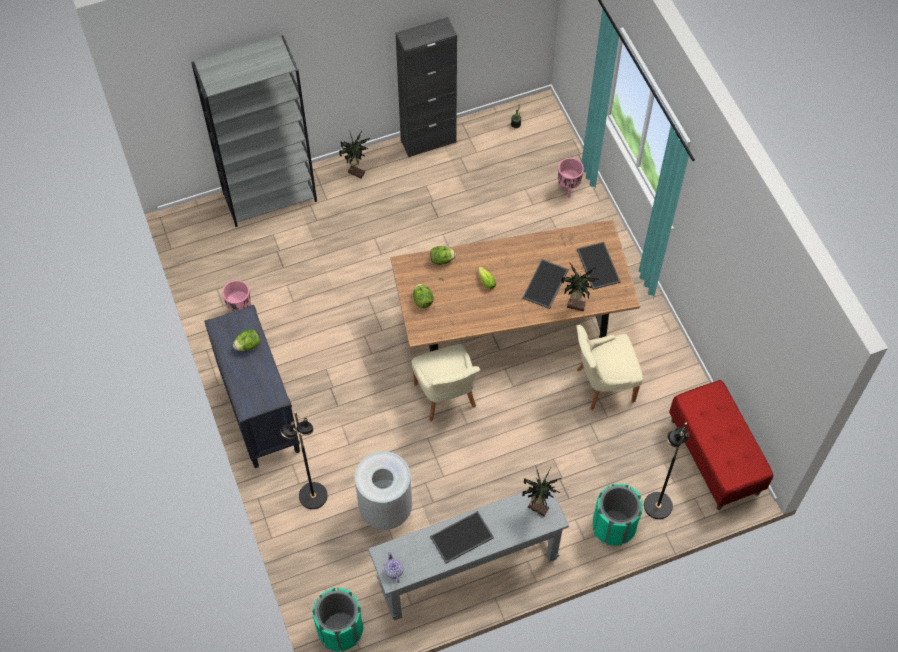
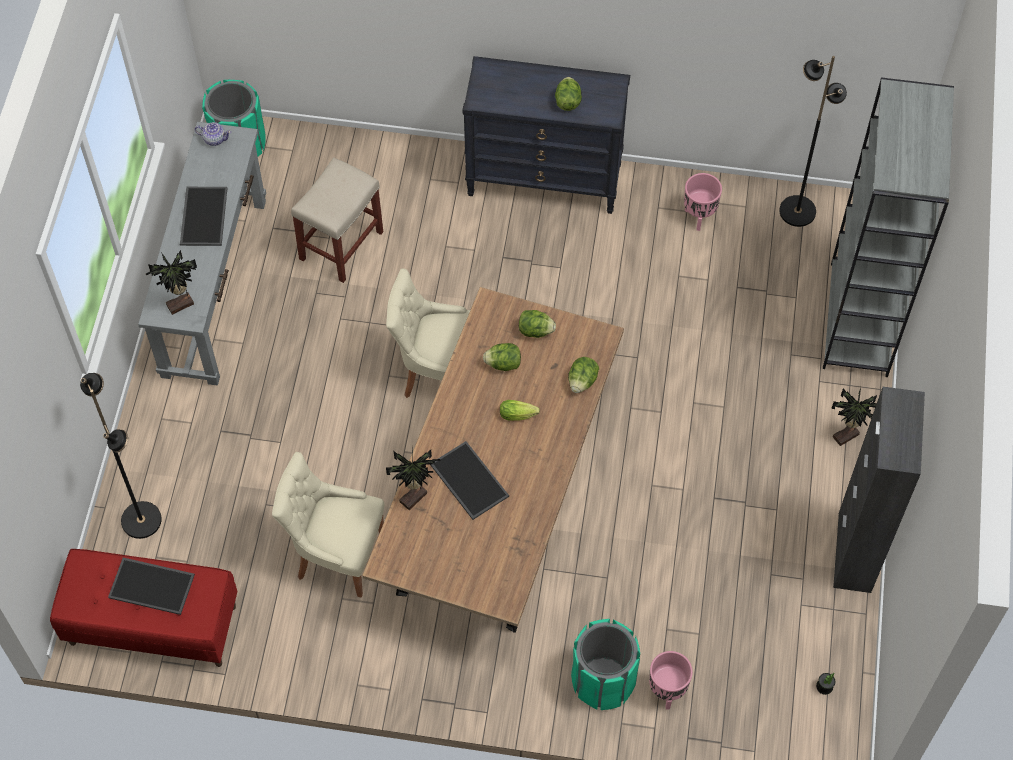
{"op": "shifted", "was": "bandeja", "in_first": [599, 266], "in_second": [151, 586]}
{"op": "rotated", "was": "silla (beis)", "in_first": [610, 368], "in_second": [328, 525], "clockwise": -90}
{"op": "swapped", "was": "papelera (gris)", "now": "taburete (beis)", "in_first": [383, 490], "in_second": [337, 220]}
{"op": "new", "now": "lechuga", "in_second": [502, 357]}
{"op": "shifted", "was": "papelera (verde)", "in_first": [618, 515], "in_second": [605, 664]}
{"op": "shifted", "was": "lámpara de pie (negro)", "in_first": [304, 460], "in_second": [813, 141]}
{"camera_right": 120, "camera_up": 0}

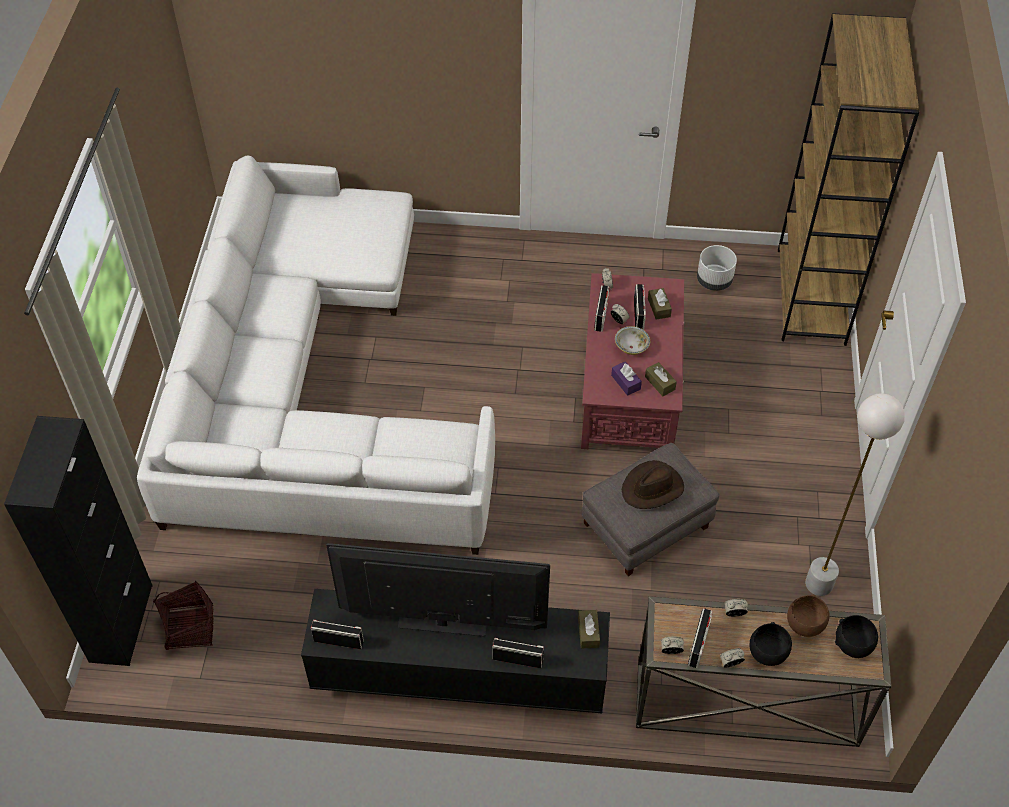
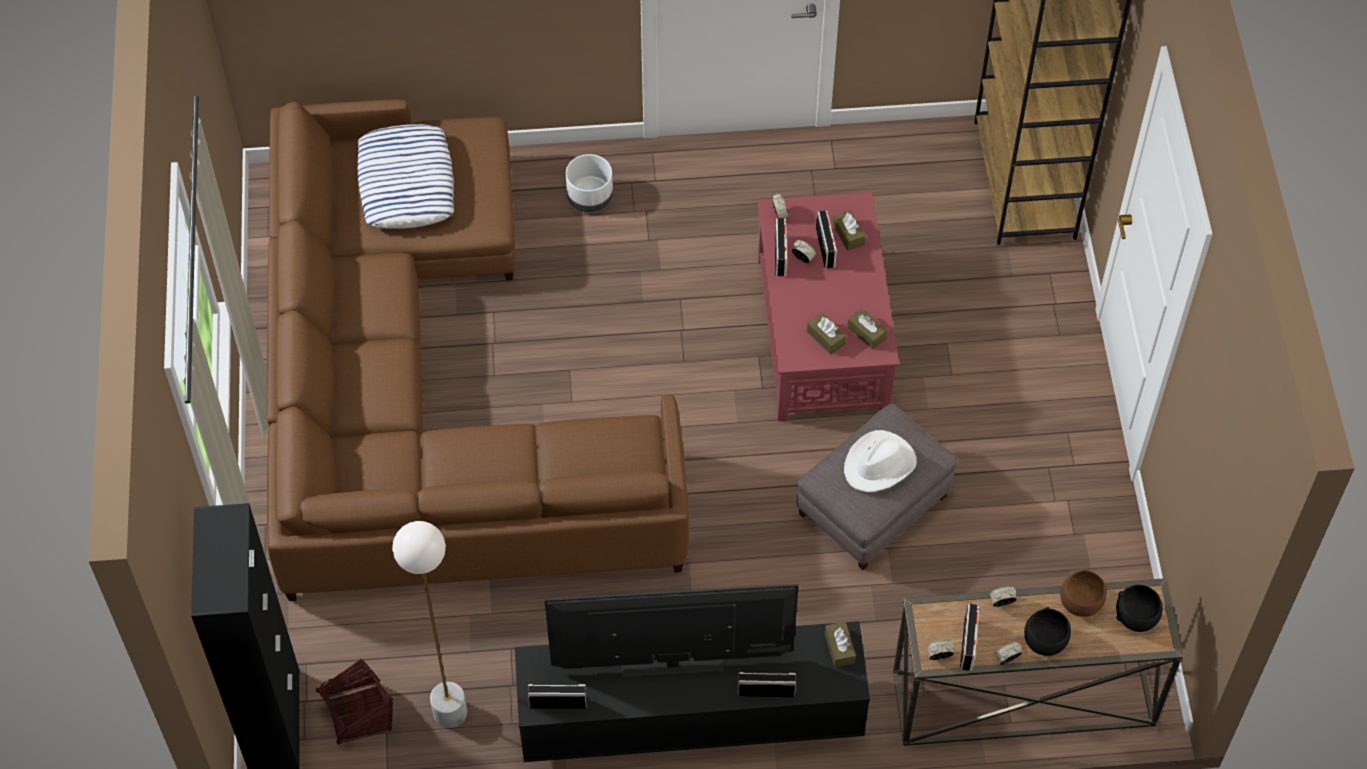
{"op": "repainted", "was": "sofá (blanco)", "now": "sofá (marrón)", "in_first": [316, 355], "in_second": [478, 350]}
{"op": "new", "now": "cojín", "in_second": [405, 176]}
{"op": "shifted", "was": "lámpara de pie (blanco)", "in_first": [855, 494], "in_second": [429, 624]}
{"op": "shifted", "was": "maceta (blanco)", "in_first": [717, 268], "in_second": [589, 183]}
{"op": "repainted", "was": "caja de pañuelos (morado)", "now": "caja de pañuelos (marrón)", "in_first": [626, 378], "in_second": [826, 334]}
{"op": "repainted", "was": "sombrero (marrón)", "now": "sombrero (blanco)", "in_first": [653, 484], "in_second": [880, 461]}
{"op": "gone", "was": "cuenco", "in_first": [632, 340]}
{"camera_right": -10, "camera_up": 5}

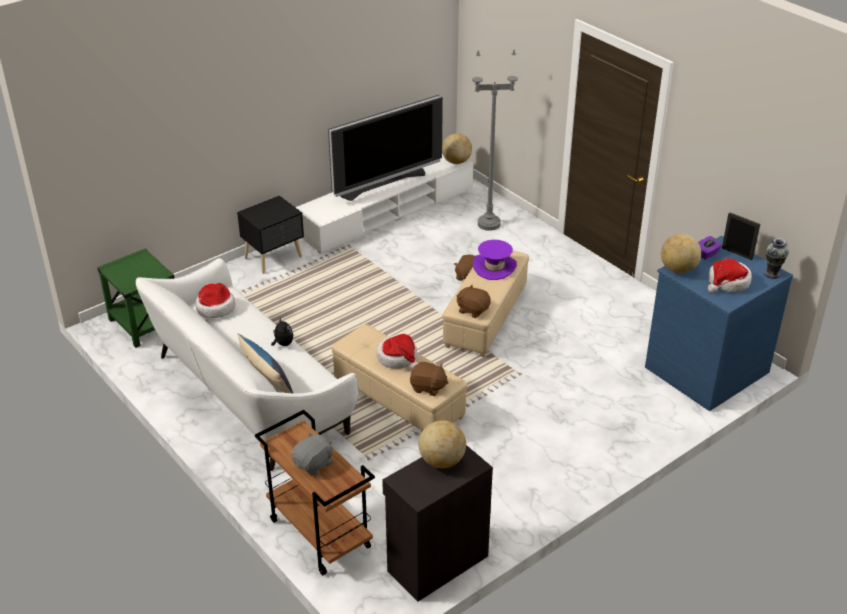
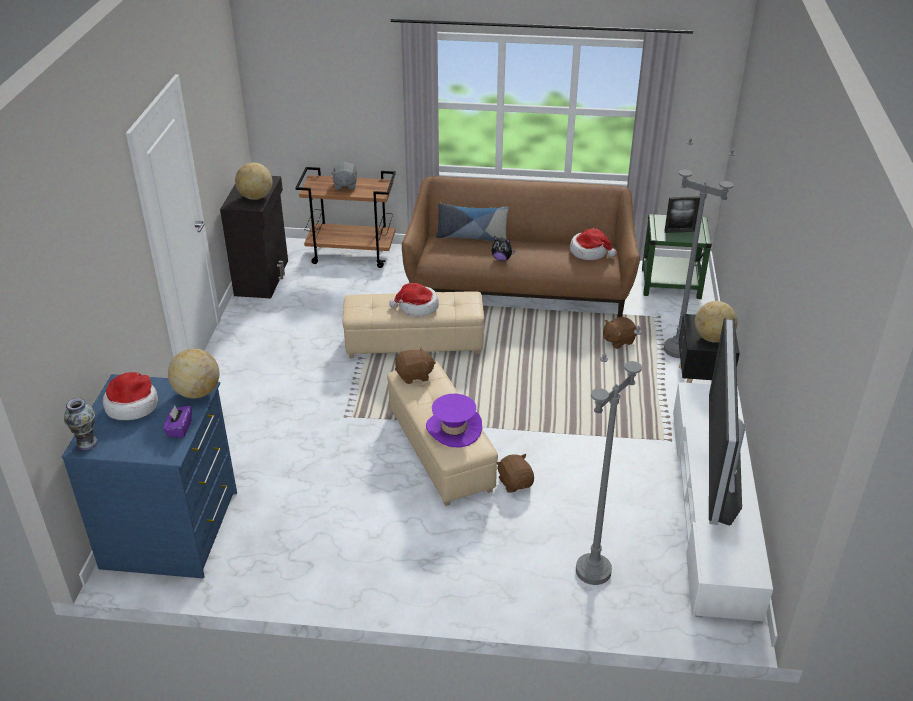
{"op": "repainted", "was": "sofá (blanco)", "now": "sofá (marrón)", "in_first": [247, 364], "in_second": [521, 246]}
{"op": "shifted", "was": "peluche (marrón)", "in_first": [429, 379], "in_second": [620, 333]}
{"op": "new", "now": "lámpara de pie (gris)", "in_second": [699, 248]}
{"op": "shifted", "was": "portarretratos", "in_first": [741, 236], "in_second": [682, 214]}
{"op": "shifted", "was": "globo terráqueo", "in_first": [457, 148], "in_second": [716, 322]}
{"camera_right": 135, "camera_up": 0}

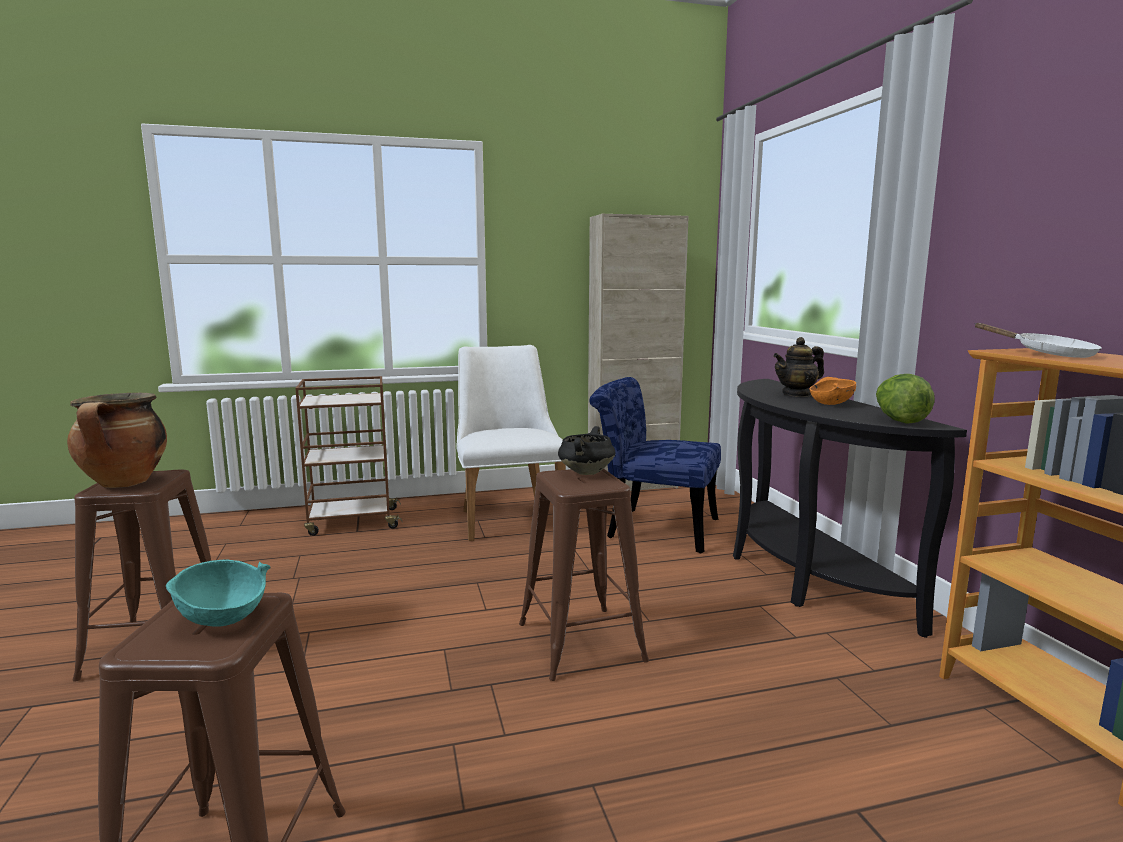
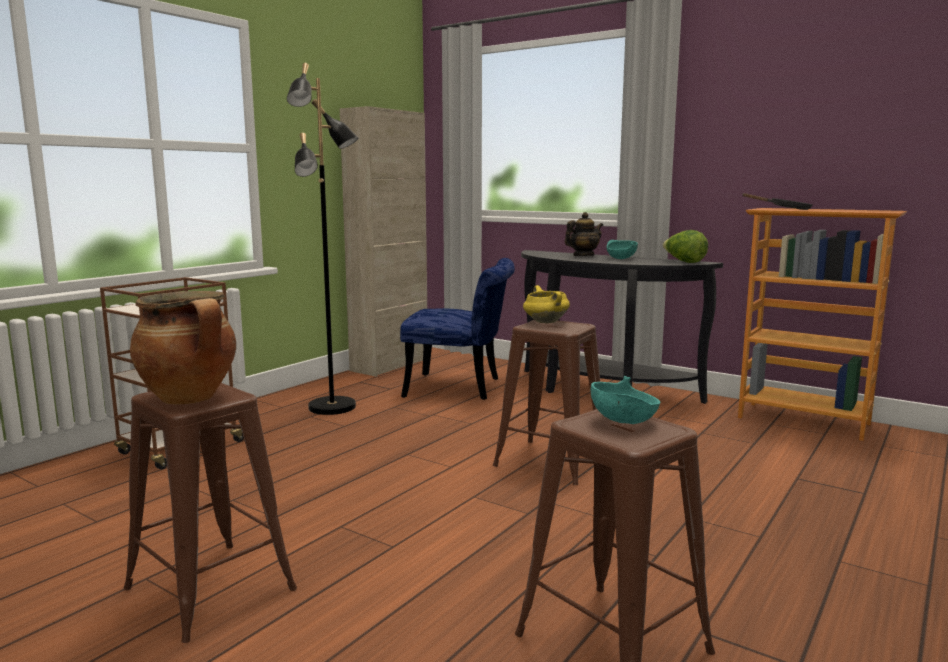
{"op": "swapped", "was": "silla (blanco)", "now": "lámpara de pie (negro)", "in_first": [511, 443], "in_second": [322, 239]}
{"op": "rotated", "was": "silla (azul)", "in_first": [655, 465], "in_second": [457, 329], "clockwise": -150}
{"op": "repainted", "was": "olla (negro)", "now": "olla (amarillo)", "in_first": [587, 450], "in_second": [546, 304]}
{"op": "rotated", "was": "tetera", "in_first": [798, 367], "in_second": [584, 234], "clockwise": -150}
{"op": "repainted", "was": "cuenco (naranja)", "now": "cuenco (turquesa)", "in_first": [832, 391], "in_second": [622, 249]}
{"op": "repainted", "was": "sartén (blanco)", "now": "sartén (negro)", "in_first": [1038, 340], "in_second": [778, 201]}
{"camera_right": -40, "camera_up": 0}

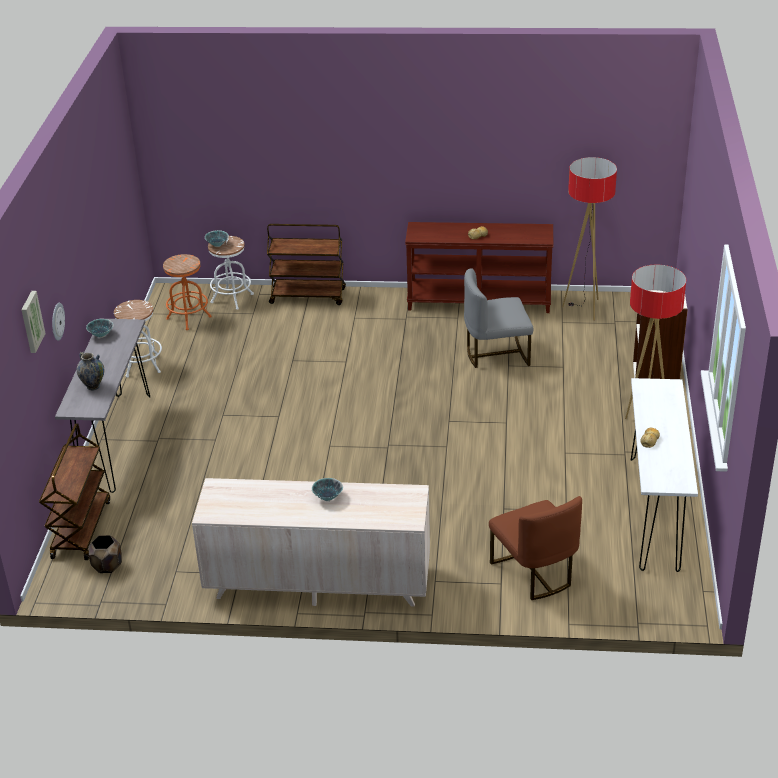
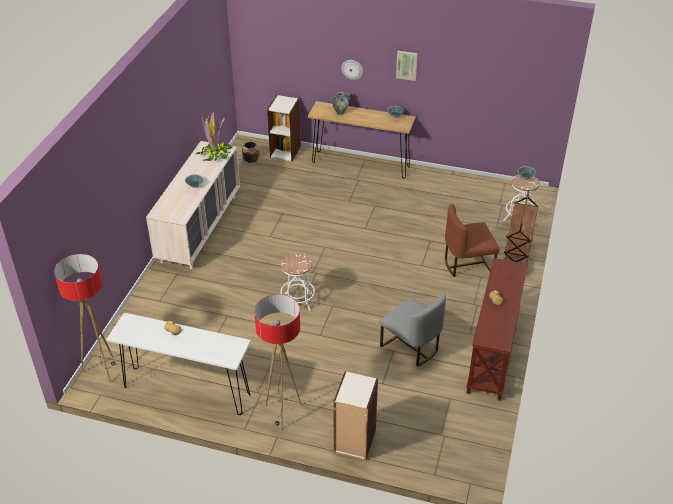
{"op": "shifted", "was": "lámpara de pie", "in_first": [589, 239], "in_second": [85, 318]}
{"op": "new", "now": "planta en maceta", "in_second": [214, 136]}
{"op": "swapped", "was": "carrito (marrón)", "now": "estantería", "in_first": [74, 491], "in_second": [284, 128]}
{"op": "shifted", "was": "taburete (blanco)", "in_first": [138, 339], "in_second": [297, 282]}
{"op": "repainted", "was": "mesa consola (gris)", "now": "mesa consola (marrón)", "in_first": [102, 406], "in_second": [362, 139]}
{"op": "rotated", "was": "silla (gris)", "in_first": [498, 318], "in_second": [413, 330], "clockwise": 135}
{"op": "shifted", "was": "cuadro", "in_first": [33, 322], "in_second": [407, 66]}
{"op": "shifted", "was": "silla (marrón)", "in_first": [535, 548], "in_second": [472, 240]}
{"op": "gone", "was": "taburete (naranja)", "in_first": [187, 292]}
{"camera_right": 100, "camera_up": 5}

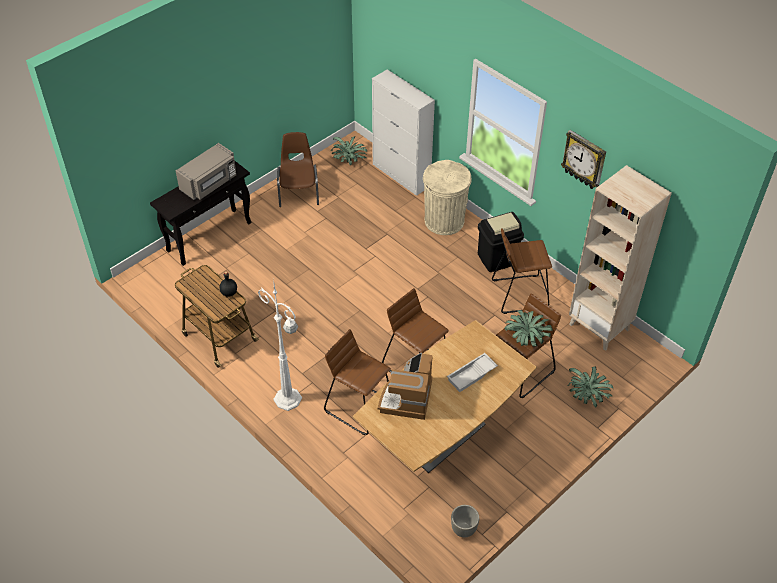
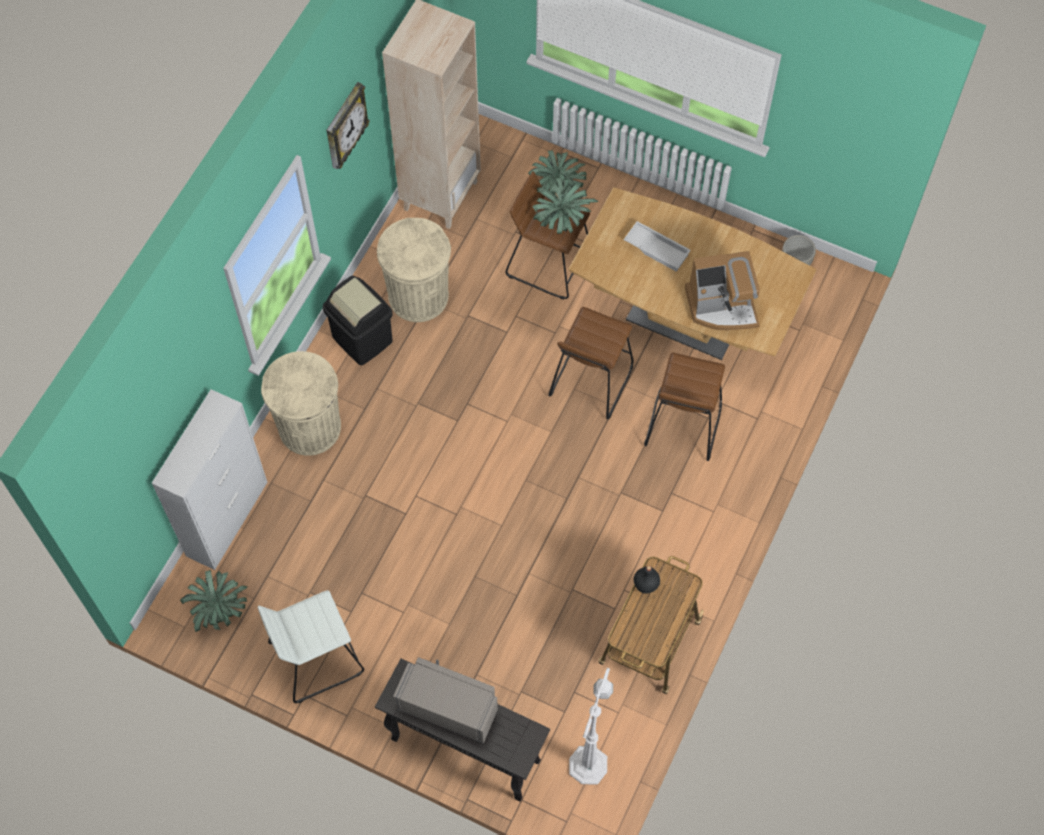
{"op": "swapped", "was": "silla (marrón)", "now": "taburete (blanco)", "in_first": [298, 169], "in_second": [311, 646]}
{"op": "swapped", "was": "taburete (marrón)", "now": "papelera (beis)", "in_first": [522, 271], "in_second": [414, 270]}
{"op": "shifted", "was": "lámpara de pie (blanco)", "in_first": [280, 345], "in_second": [591, 726]}
{"camera_right": -110, "camera_up": 15}

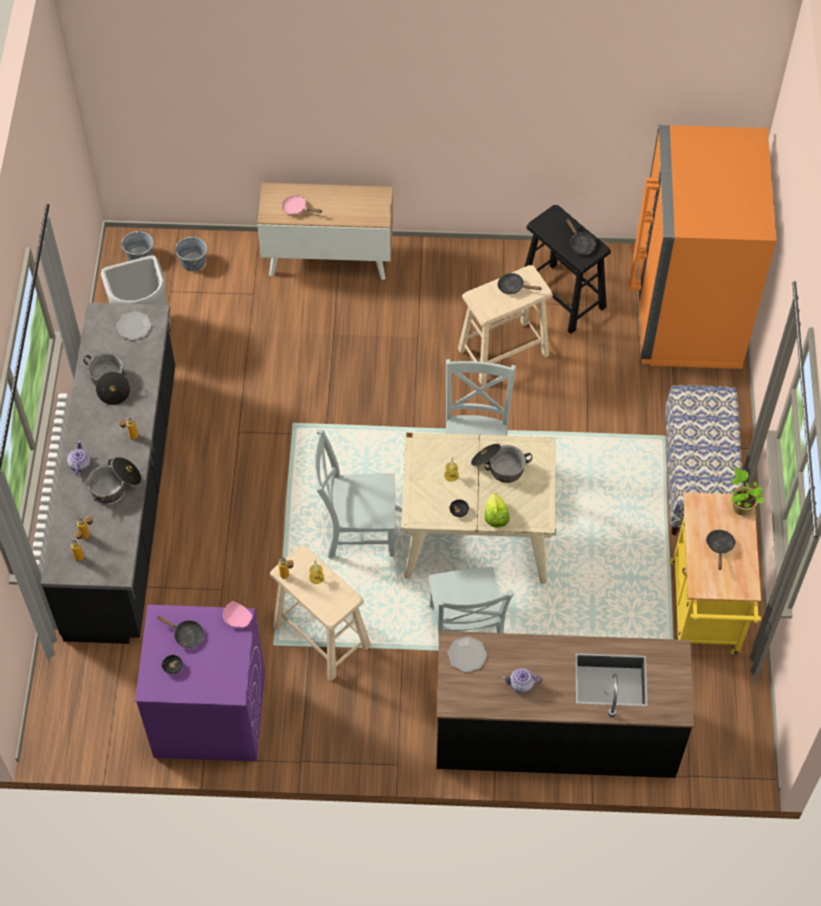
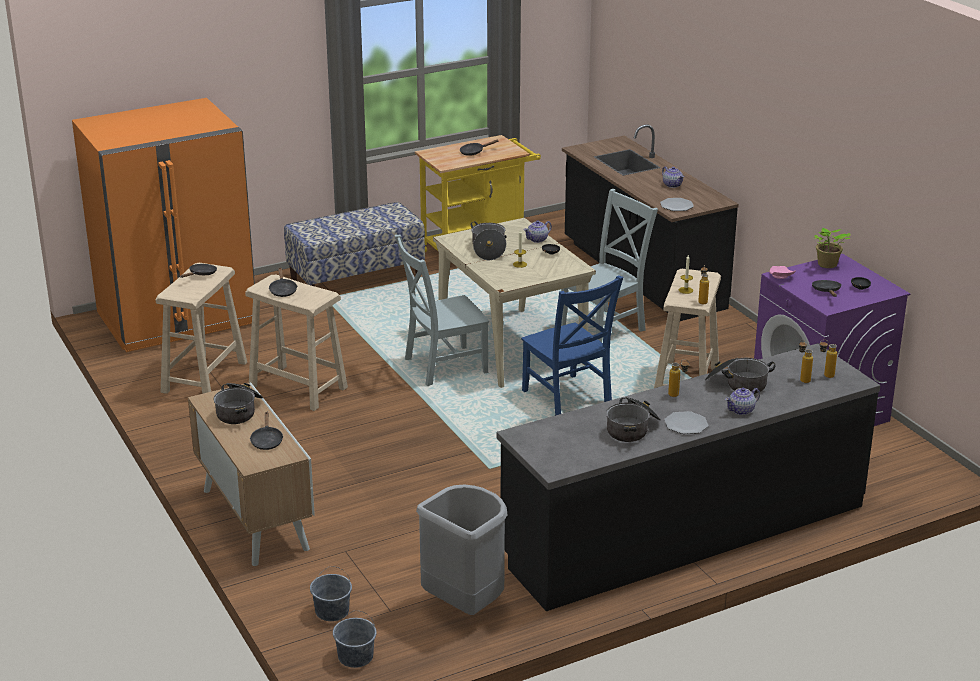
{"op": "repainted", "was": "taburete (negro)", "now": "taburete (beis)", "in_first": [567, 269], "in_second": [201, 328]}
{"op": "new", "now": "olla", "in_second": [238, 403]}
{"op": "repainted", "was": "sartén (rosa)", "now": "sartén (negro)", "in_first": [302, 205], "in_second": [266, 431]}
{"op": "repainted", "was": "silla (gris)", "now": "silla (azul)", "in_first": [354, 493], "in_second": [572, 346]}
{"op": "swapped", "was": "lechuga", "now": "tetera", "in_first": [497, 510], "in_second": [538, 231]}
{"op": "shifted", "was": "plato", "in_first": [134, 325], "in_second": [686, 422]}
{"op": "shifted", "was": "planta en maceta", "in_first": [748, 491], "in_second": [832, 248]}
{"camera_right": -120, "camera_up": -30}

